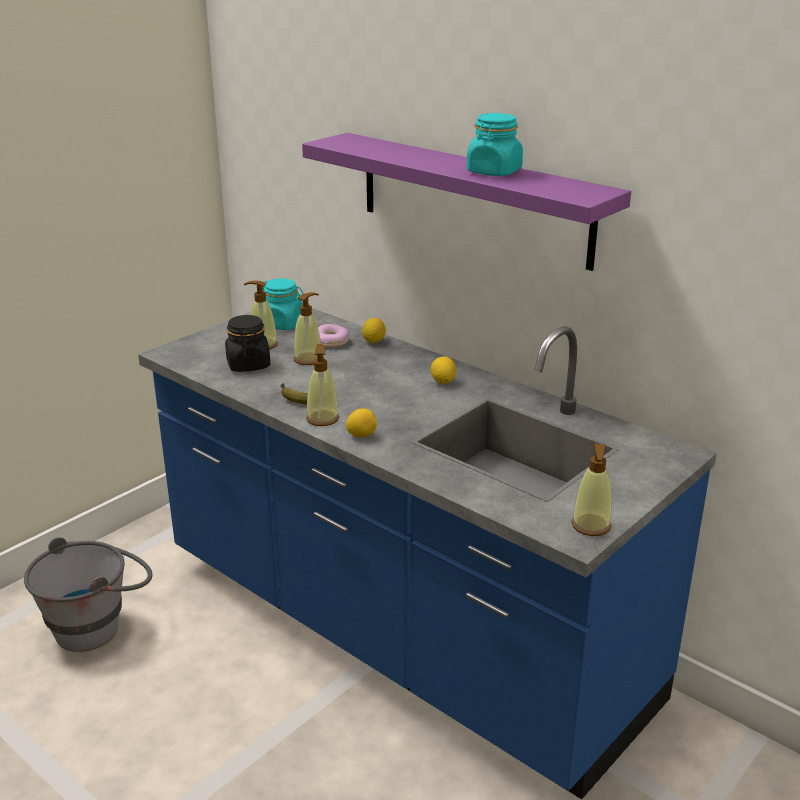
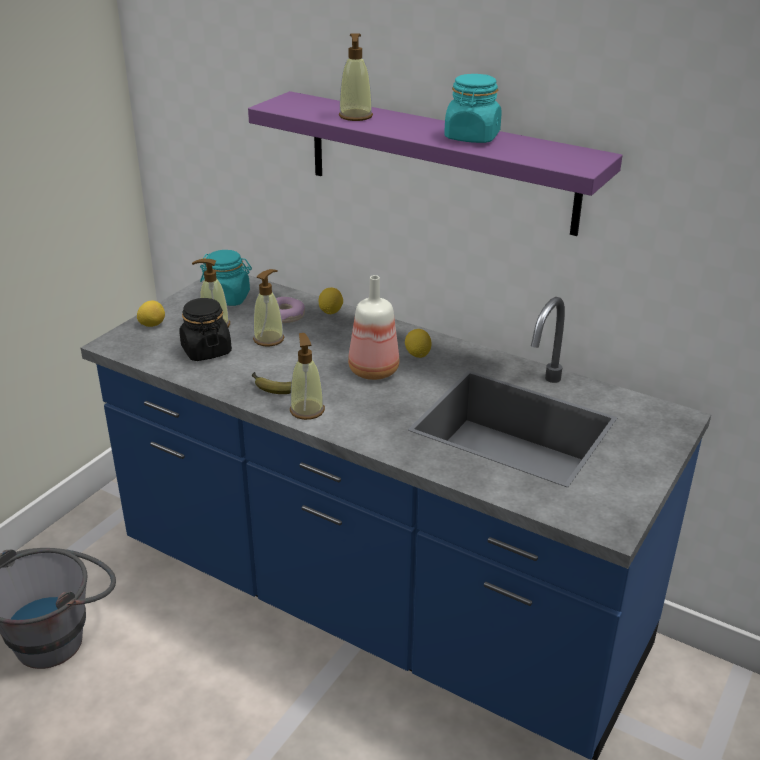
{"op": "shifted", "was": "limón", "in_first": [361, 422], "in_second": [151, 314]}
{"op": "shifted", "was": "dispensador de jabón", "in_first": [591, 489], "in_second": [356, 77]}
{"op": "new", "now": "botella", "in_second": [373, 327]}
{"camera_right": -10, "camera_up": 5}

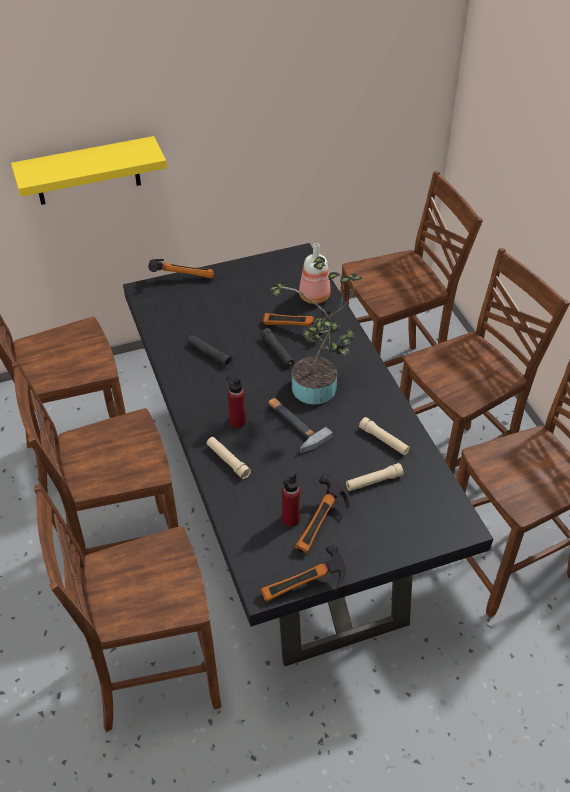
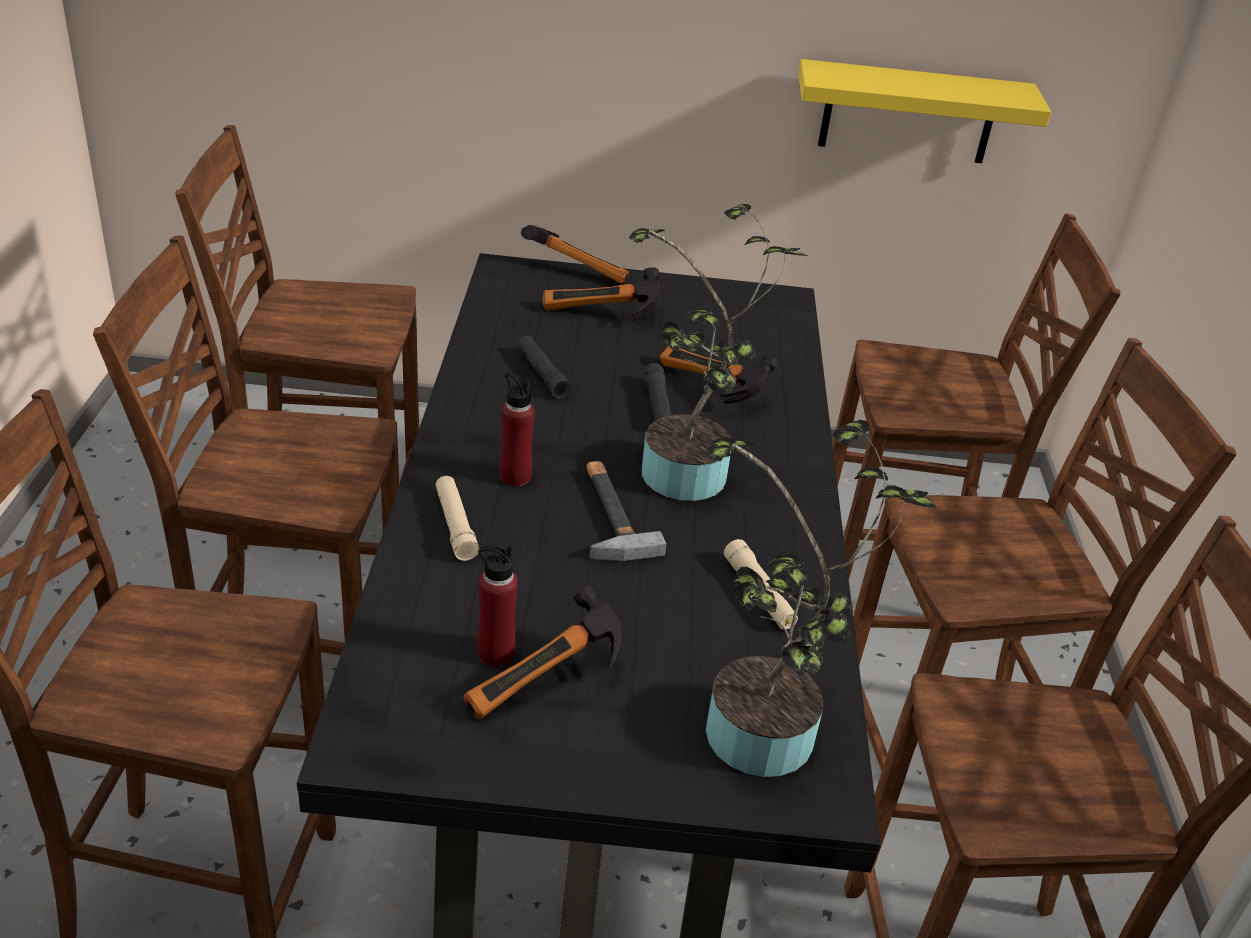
{"op": "shifted", "was": "martillo", "in_first": [303, 573], "in_second": [601, 294]}
{"op": "new", "now": "planta en maceta", "in_second": [820, 598]}
{"op": "shifted", "was": "estante (amarillo)", "in_first": [89, 170], "in_second": [924, 111]}
{"op": "gone", "was": "botella", "in_first": [315, 273]}
{"op": "gone", "was": "linterna (beis)", "in_first": [375, 477]}
{"camera_right": 20, "camera_up": -10}

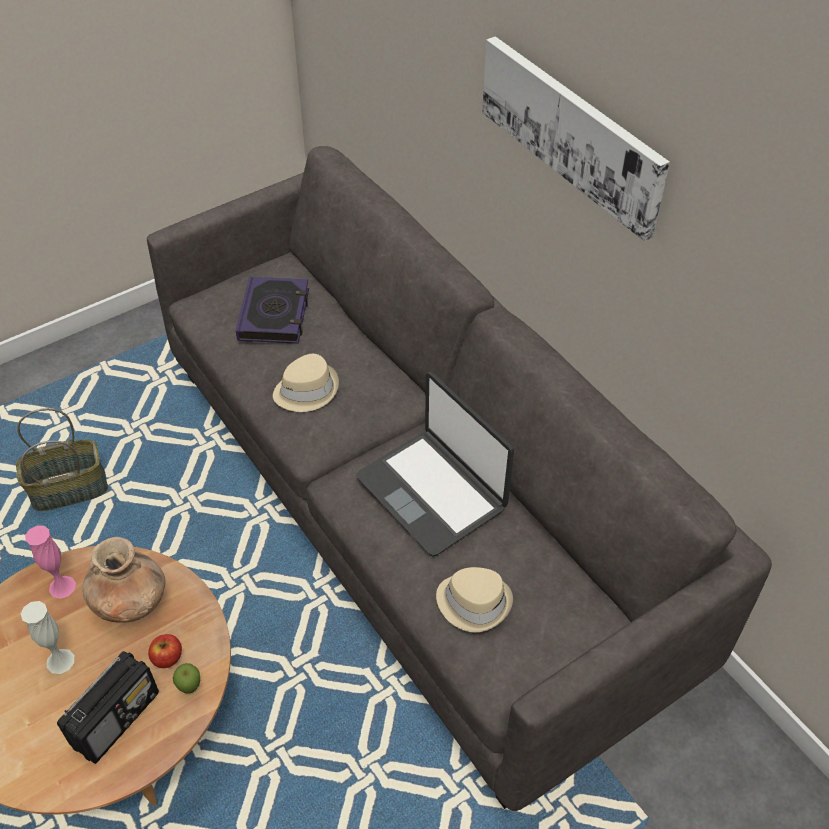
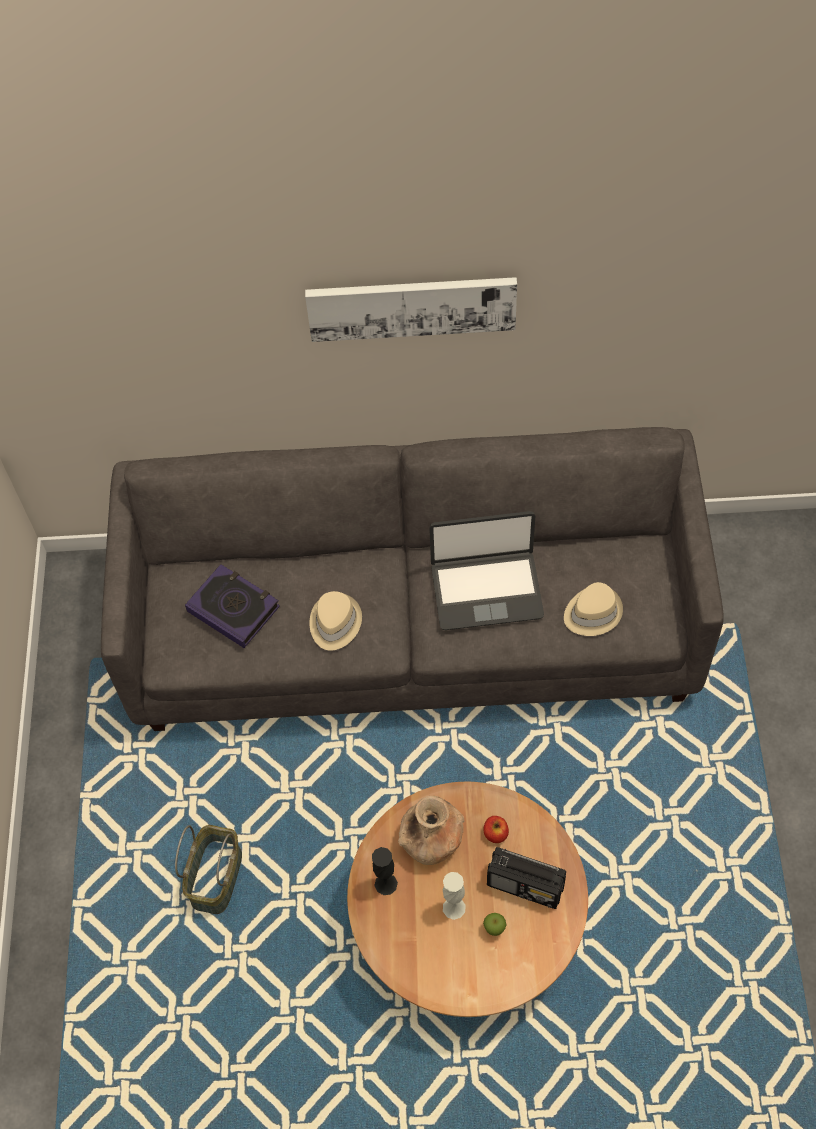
{"op": "repainted", "was": "florero (rosa)", "now": "florero (negro)", "in_first": [50, 562], "in_second": [385, 871]}
{"op": "shifted", "was": "manzana", "in_first": [186, 678], "in_second": [495, 924]}
{"op": "rotated", "was": "radio", "in_first": [108, 707], "in_second": [526, 878], "clockwise": 135}
{"camera_right": -55, "camera_up": 10}

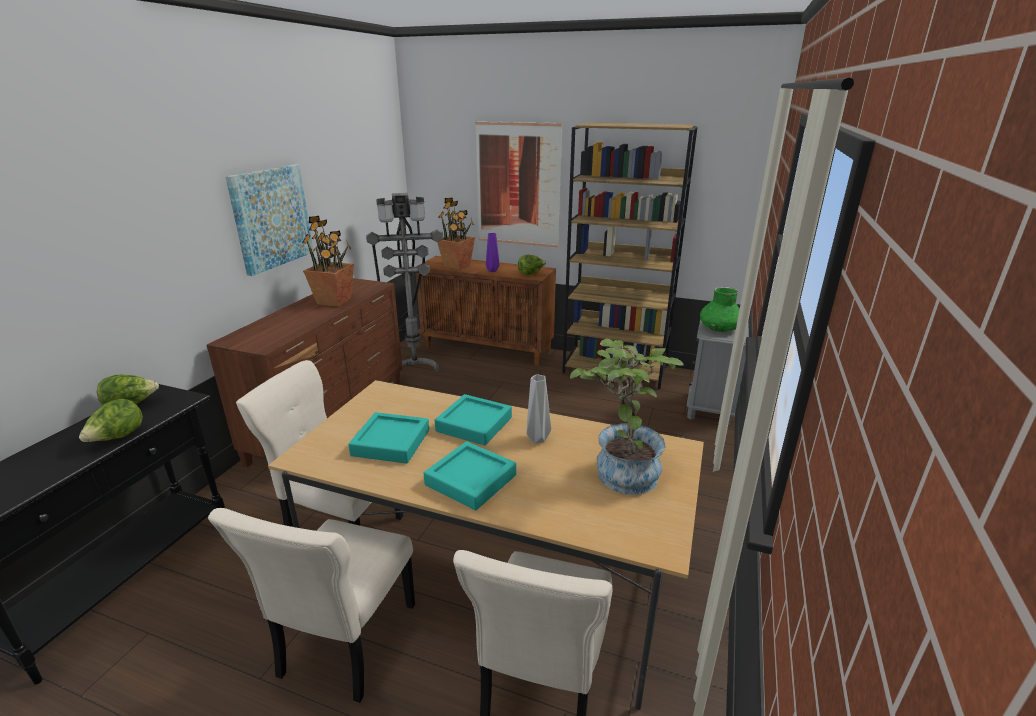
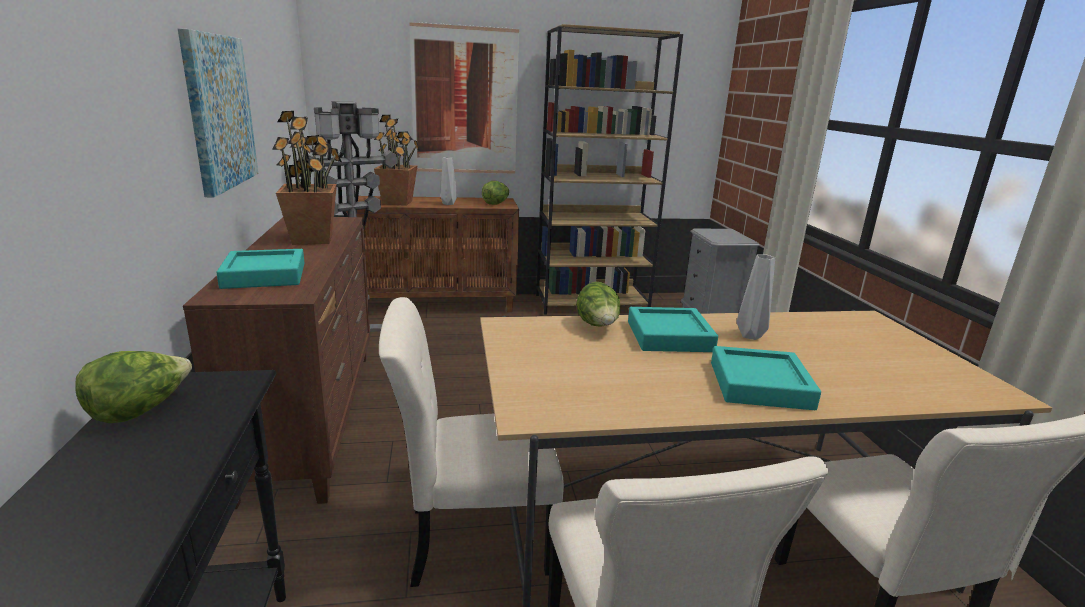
{"op": "shifted", "was": "bandeja (turquesa)", "in_first": [388, 438], "in_second": [260, 269]}
{"op": "repainted", "was": "florero (morado)", "now": "florero (gris)", "in_first": [493, 252], "in_second": [449, 181]}
{"op": "shifted", "was": "lechuga", "in_first": [111, 420], "in_second": [598, 304]}
{"op": "gone", "was": "planta en maceta", "in_first": [627, 417]}
{"op": "gone", "was": "florero (verde)", "in_first": [719, 309]}
{"camera_right": -30, "camera_up": -5}

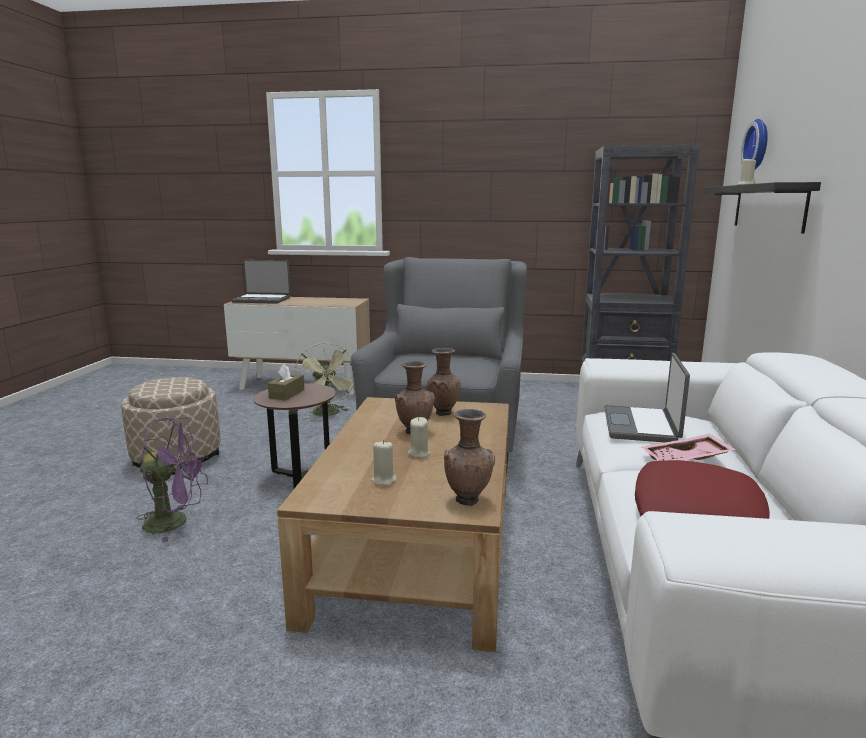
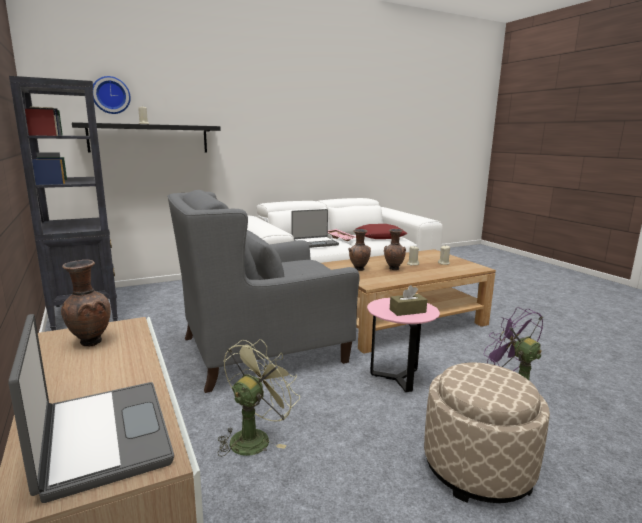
{"op": "shifted", "was": "florero (marrón)", "in_first": [469, 457], "in_second": [86, 303]}
{"op": "repainted", "was": "mesa auxiliar (marrón)", "now": "mesa auxiliar (rosa)", "in_first": [294, 436], "in_second": [403, 345]}
{"camera_right": -125, "camera_up": 0}

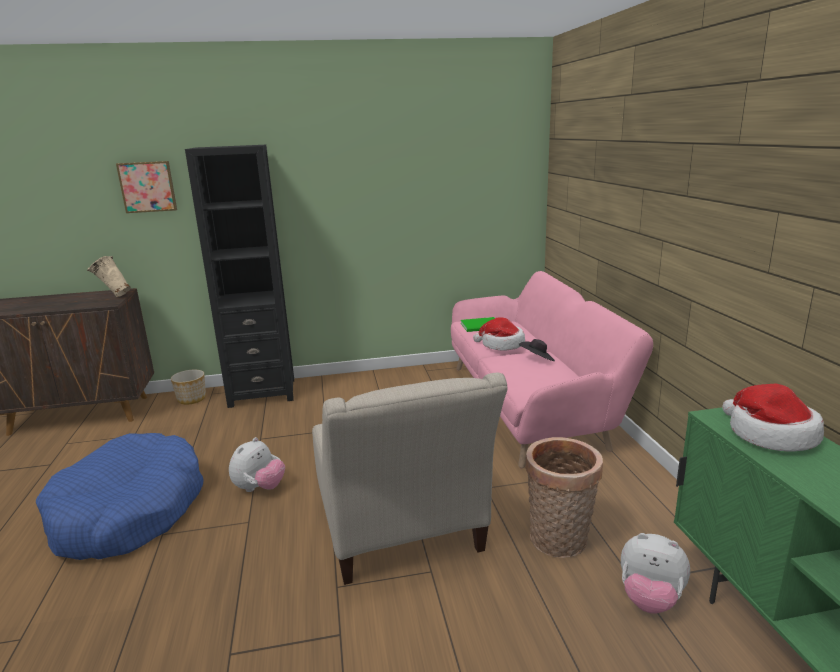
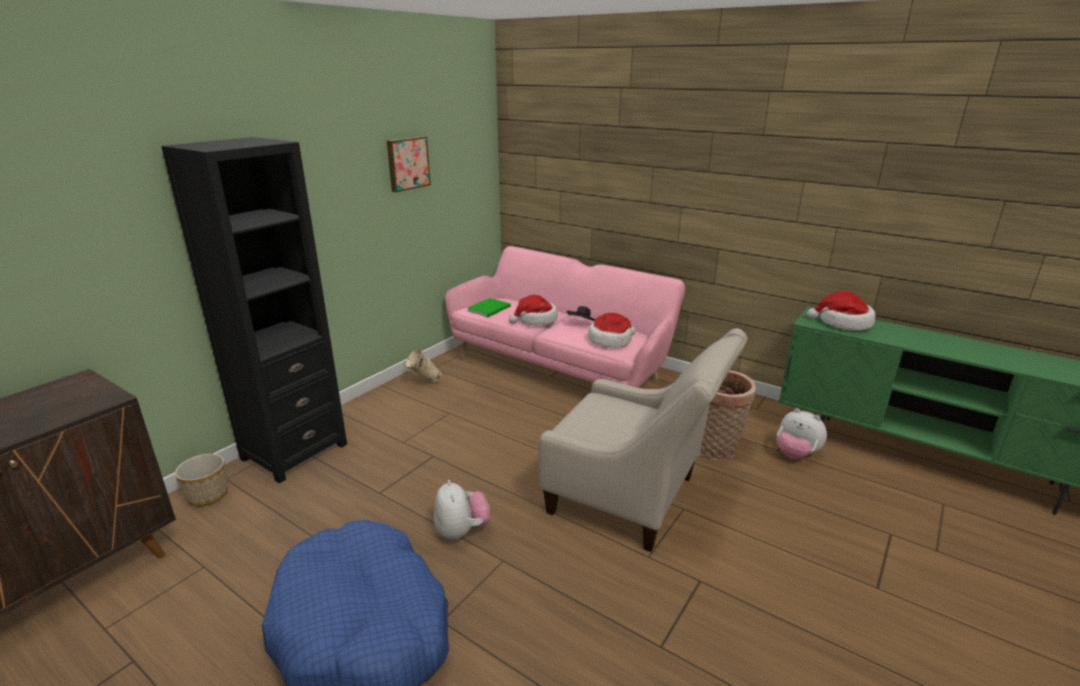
{"op": "shifted", "was": "cuadro", "in_first": [146, 187], "in_second": [409, 164]}
{"op": "shifted", "was": "florero (beis)", "in_first": [109, 276], "in_second": [422, 365]}
{"op": "new", "now": "sombrero", "in_second": [612, 330]}
{"op": "rotated", "was": "peluche", "in_first": [655, 573], "in_second": [801, 434], "clockwise": 60}
{"camera_right": -45, "camera_up": 5}

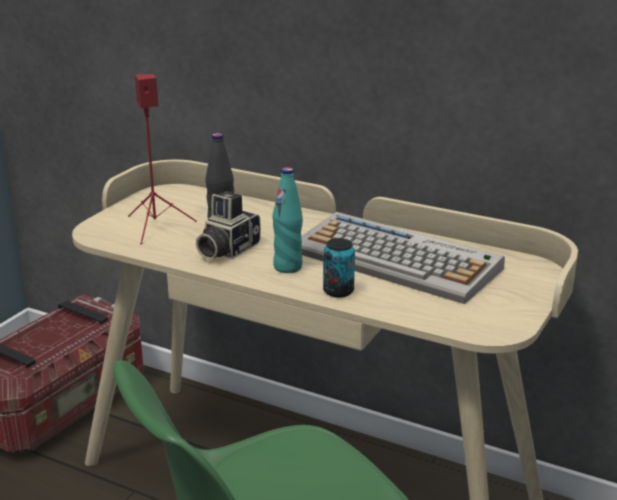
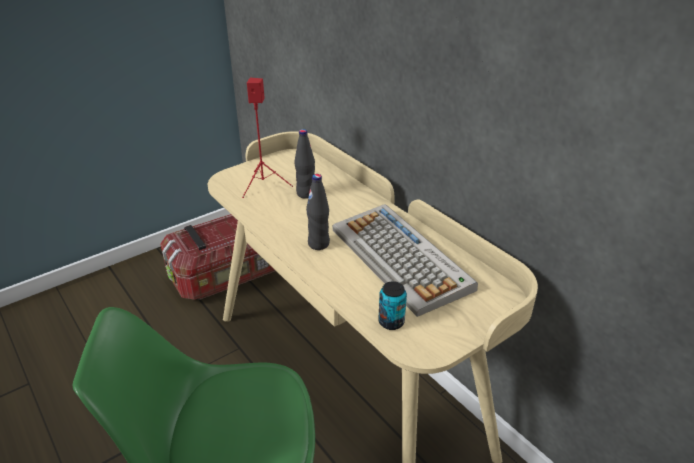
{"op": "repainted", "was": "botella (turquesa)", "now": "botella (negro)", "in_first": [287, 220], "in_second": [318, 212]}
{"op": "shifted", "was": "lata", "in_first": [339, 268], "in_second": [392, 305]}
{"op": "gone", "was": "cámara", "in_first": [228, 225]}
{"camera_right": 25, "camera_up": 10}

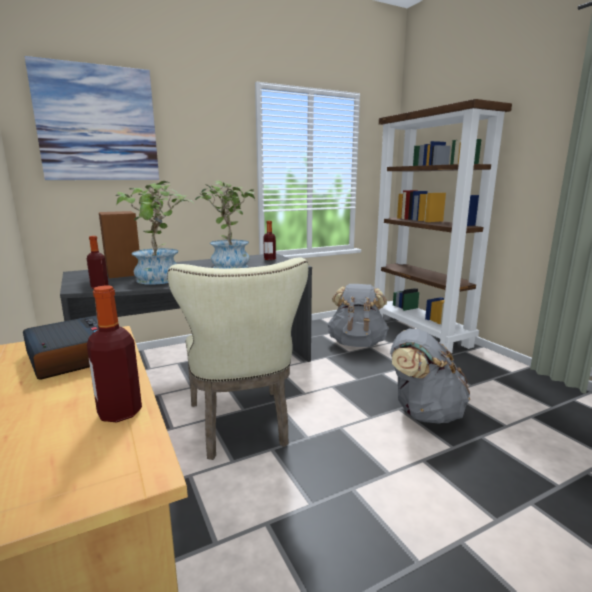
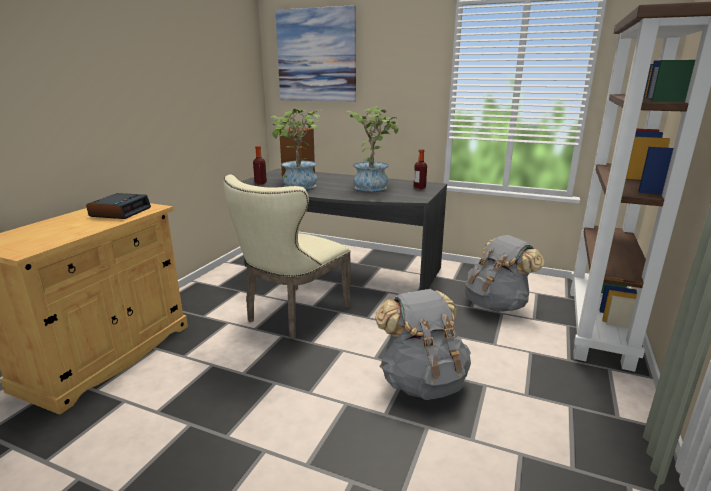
{"op": "gone", "was": "botella", "in_first": [114, 353]}
{"camera_right": 50, "camera_up": 5}

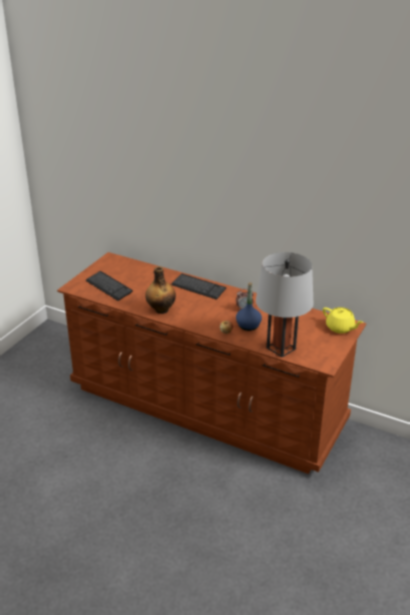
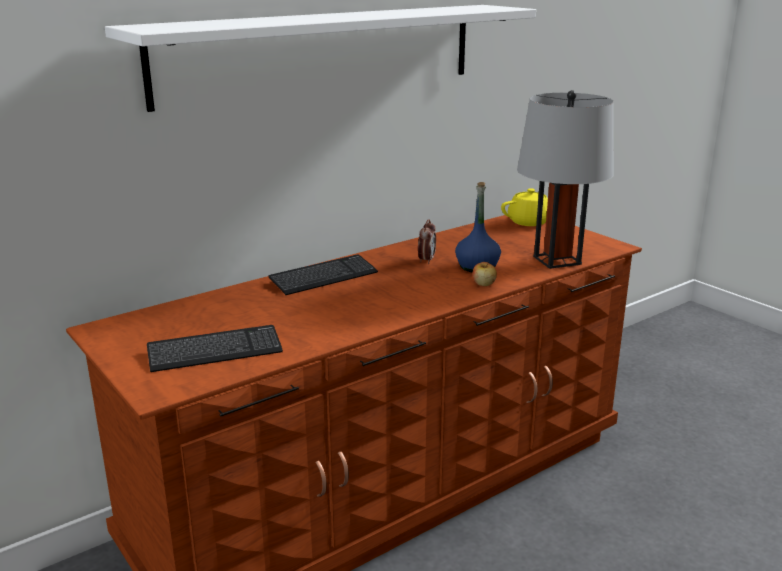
{"op": "new", "now": "estante (blanco)", "in_second": [320, 58]}
{"op": "gone", "was": "botella", "in_first": [160, 290]}
{"camera_right": -65, "camera_up": -10}

